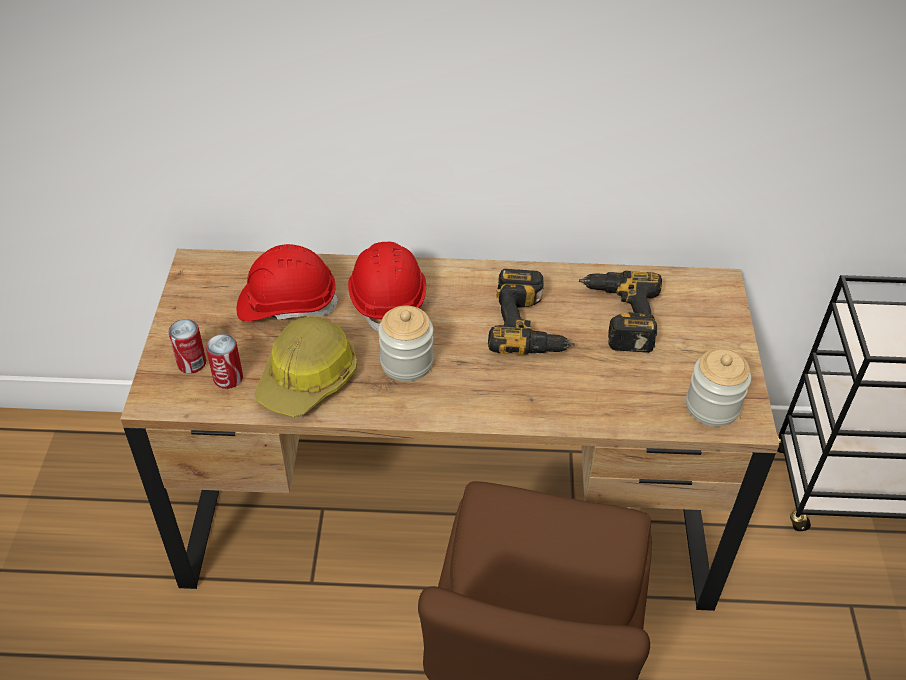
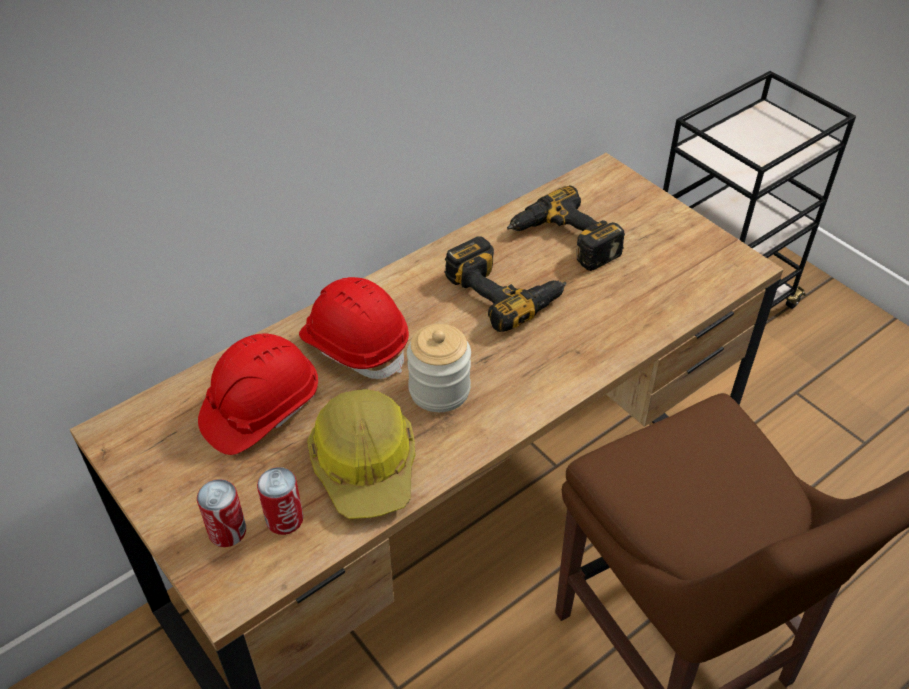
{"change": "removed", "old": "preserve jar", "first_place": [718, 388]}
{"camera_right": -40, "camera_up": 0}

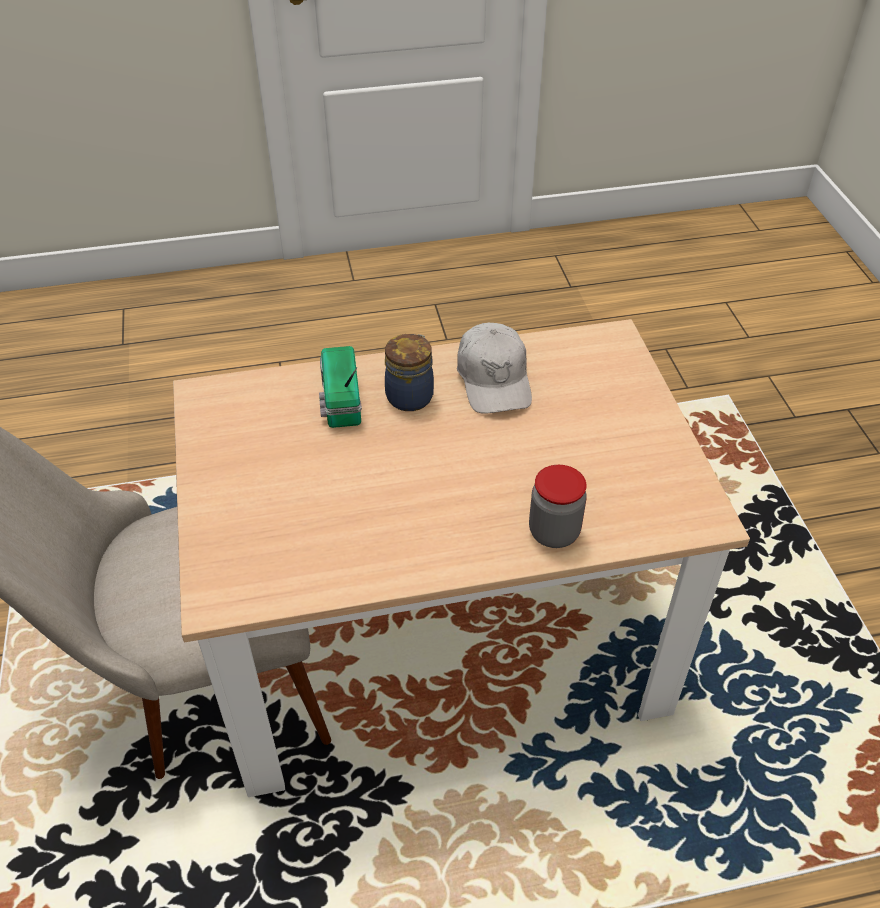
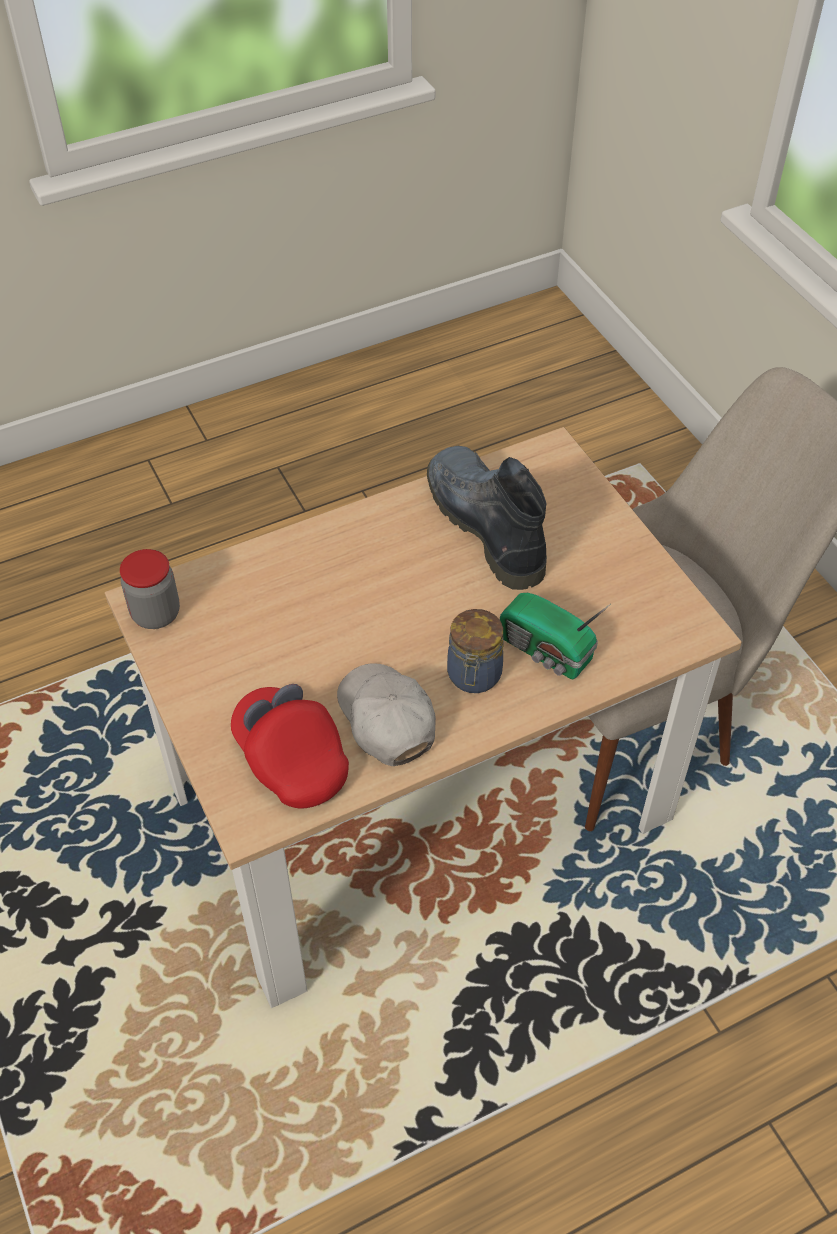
{"change": "turned", "old": "radio set", "first_place": [340, 387], "second_place": [555, 636], "degrees": 150}
{"change": "moved", "old": "preserve jar", "first_place": [558, 506], "second_place": [150, 589]}
{"change": "added", "new": "red-coloured peaked cap", "second_place": [290, 746]}
{"change": "added", "new": "boot", "second_place": [487, 518]}
{"camera_right": 165, "camera_up": 5}

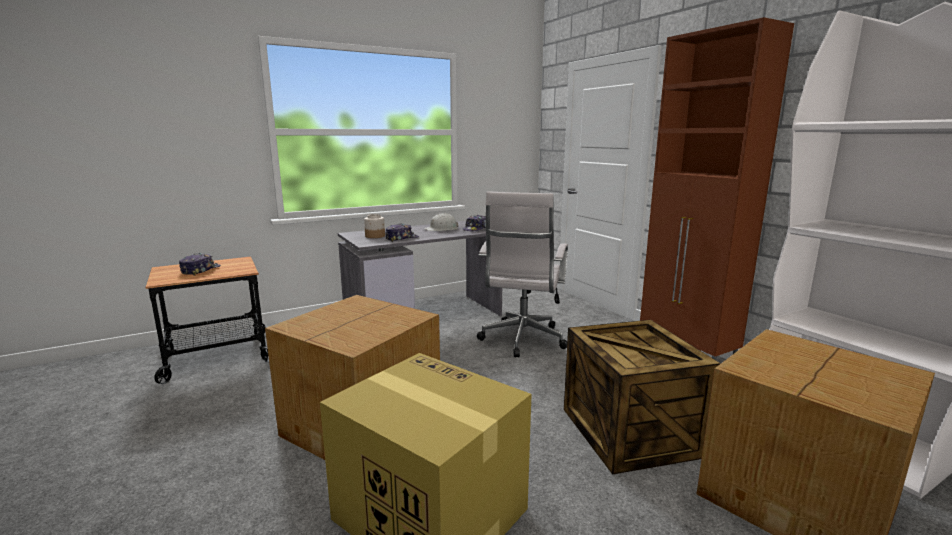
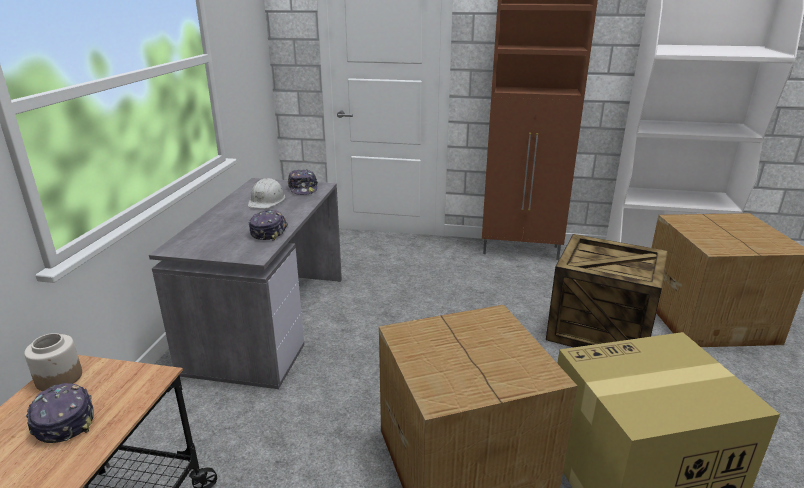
{"change": "moved", "old": "preserve jar", "first_place": [374, 226], "second_place": [53, 362]}
{"change": "removed", "old": "whitish office chair", "first_place": [522, 274]}
{"camera_right": -50, "camera_up": 10}

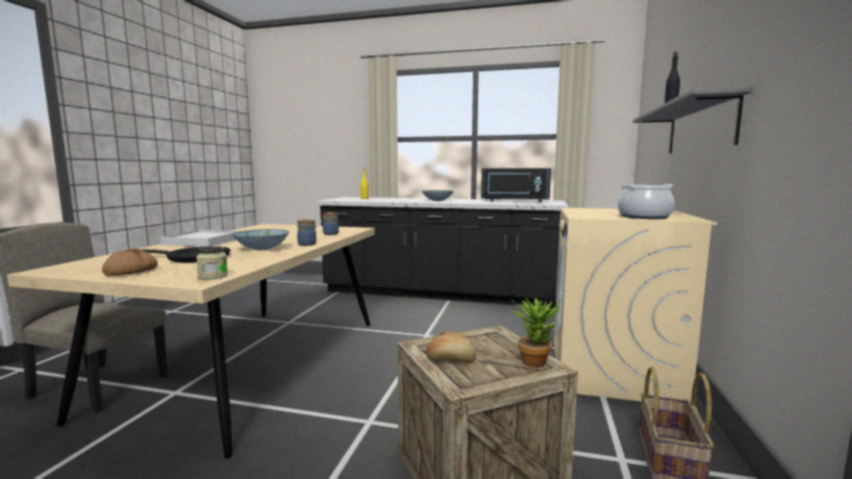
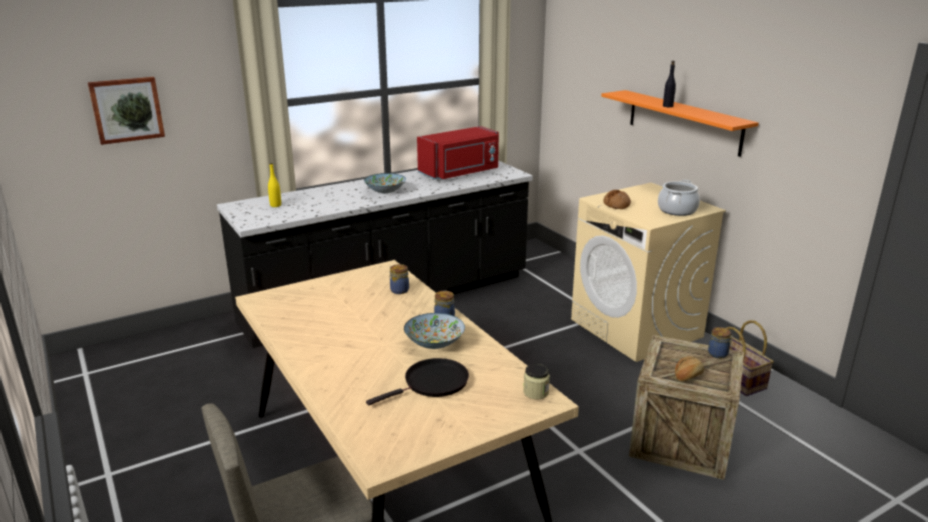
{"change": "moved", "old": "bakery bread", "first_place": [130, 262], "second_place": [617, 199]}
{"change": "removed", "old": "whitish serving tray", "first_place": [201, 238]}
{"change": "recoloured", "old": "blackish microwave oven", "new": "red-coloured microwave oven", "first_place": [516, 185], "second_place": [458, 153]}
{"change": "replaced", "old": "plant in a pot", "new": "preserve jar", "first_place": [535, 333], "second_place": [720, 342]}
{"change": "recoloured", "old": "greyish bracket shelf", "new": "orange-coloured bracket shelf", "first_place": [693, 119], "second_place": [680, 123]}
{"change": "added", "new": "picture", "second_place": [126, 111]}
{"camera_right": -45, "camera_up": 15}

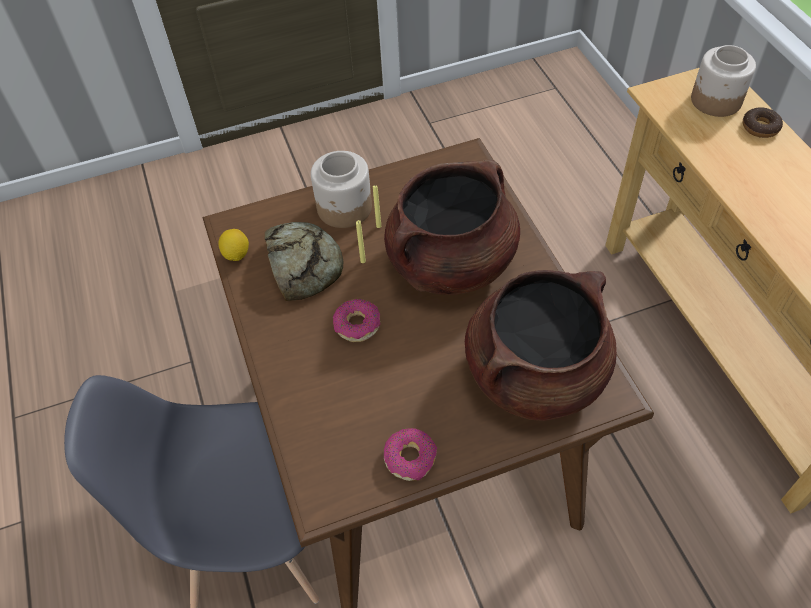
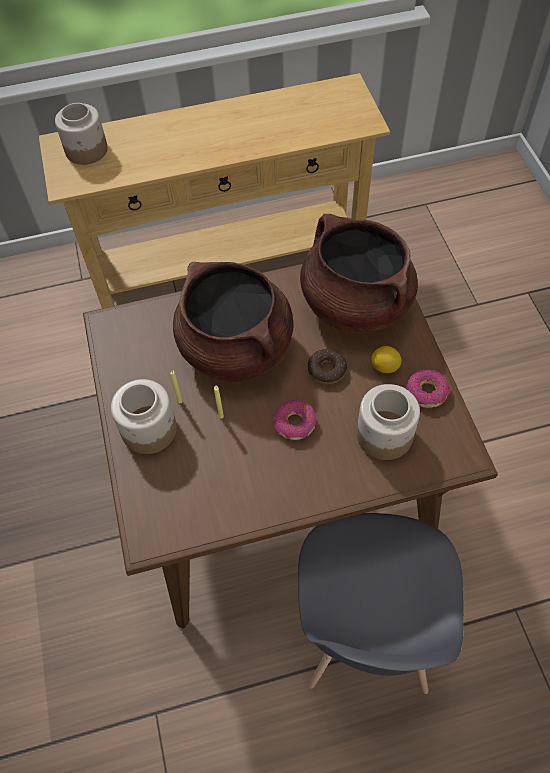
{"change": "moved", "old": "whole lemon", "first_place": [233, 245], "second_place": [386, 359]}
{"change": "removed", "old": "bakery bread", "first_place": [304, 261]}
{"change": "moved", "old": "donut", "first_place": [763, 122], "second_place": [327, 366]}
{"change": "added", "new": "preserve jar", "second_place": [388, 422]}
{"camera_right": -85, "camera_up": 5}

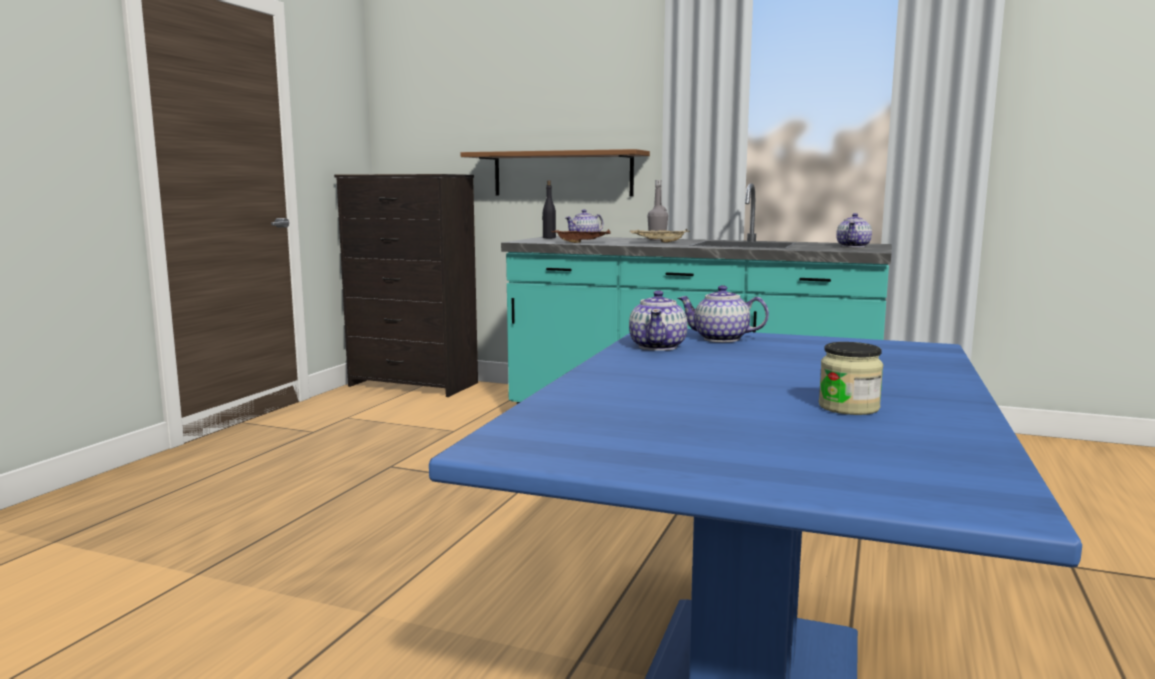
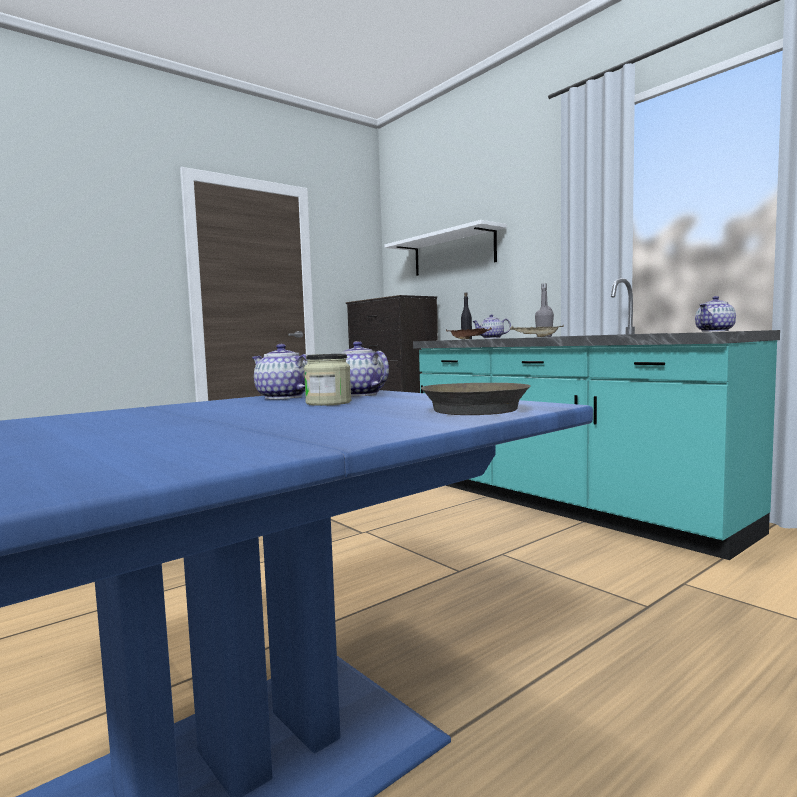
{"change": "removed", "old": "brown bracket shelf", "first_place": [555, 172]}
{"change": "turned", "old": "tea pot", "first_place": [658, 320], "second_place": [279, 371], "degrees": 90}
{"change": "moved", "old": "preserve jar", "first_place": [851, 378], "second_place": [327, 380]}
{"change": "added", "new": "whitish bracket shelf", "second_place": [446, 248]}
{"change": "added", "new": "brown frying pan", "second_place": [476, 399]}
{"camera_right": 30, "camera_up": -5}

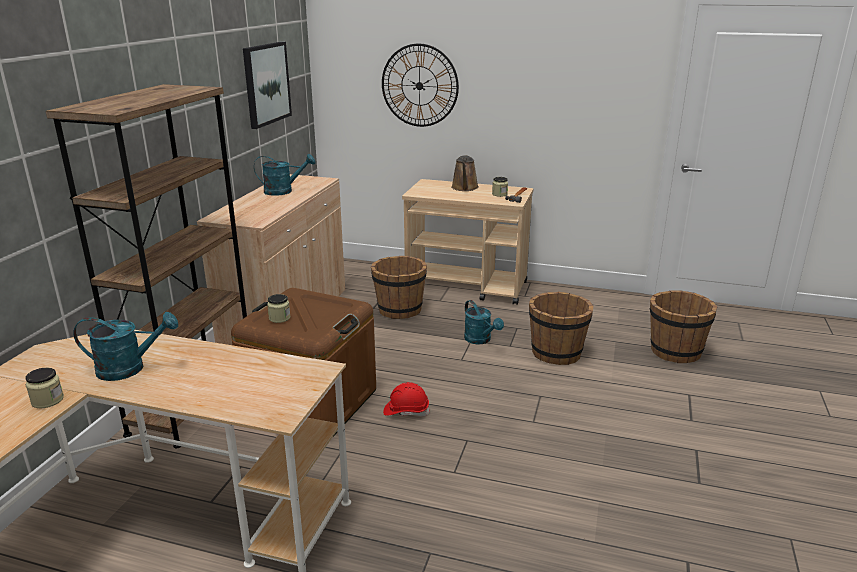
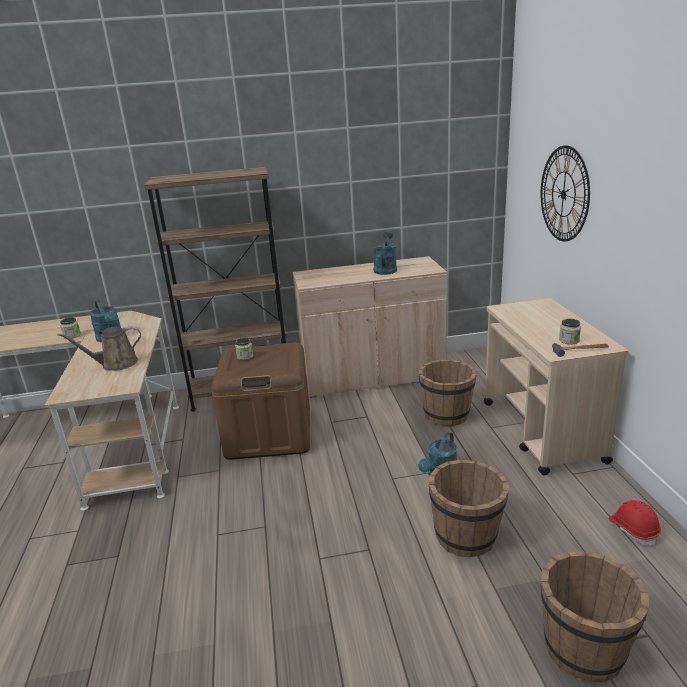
{"change": "removed", "old": "picture", "first_place": [267, 85]}
{"change": "turned", "old": "blue-green watering can", "first_place": [285, 175], "second_place": [385, 253], "degrees": -135}
{"change": "moved", "old": "red-coloured safety helmet", "first_place": [406, 399], "second_place": [634, 523]}
{"change": "moved", "old": "brown watering can", "first_place": [465, 173], "second_place": [99, 348]}
{"camera_right": 65, "camera_up": 0}

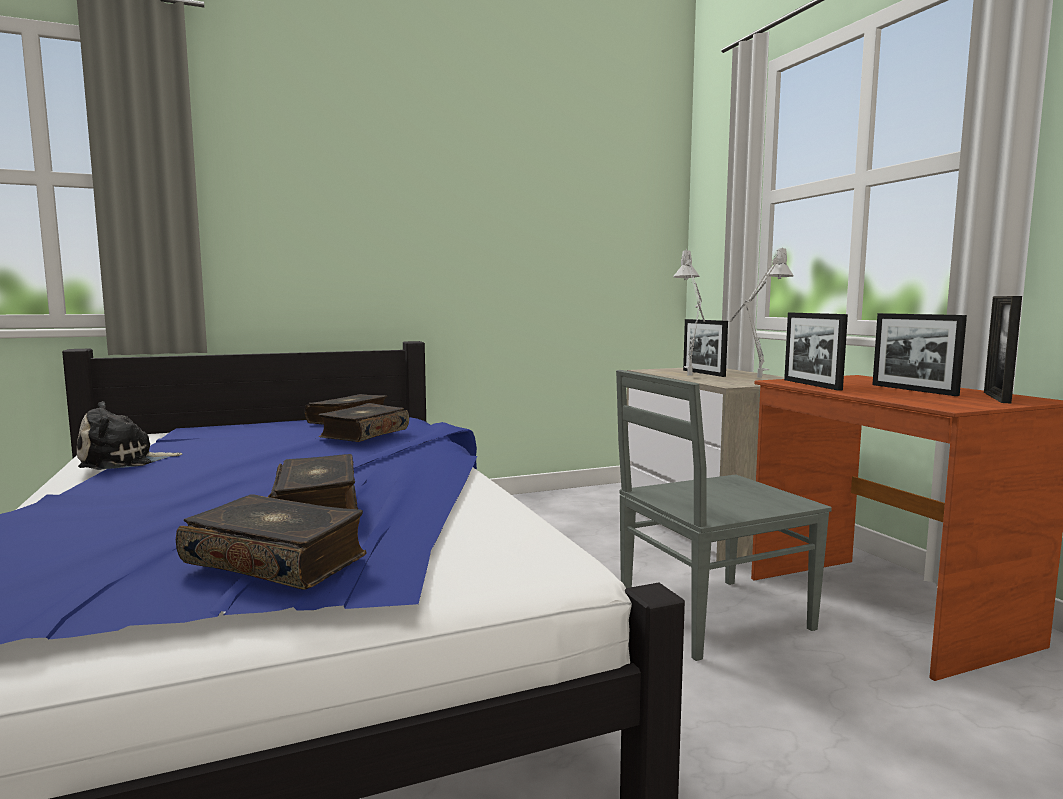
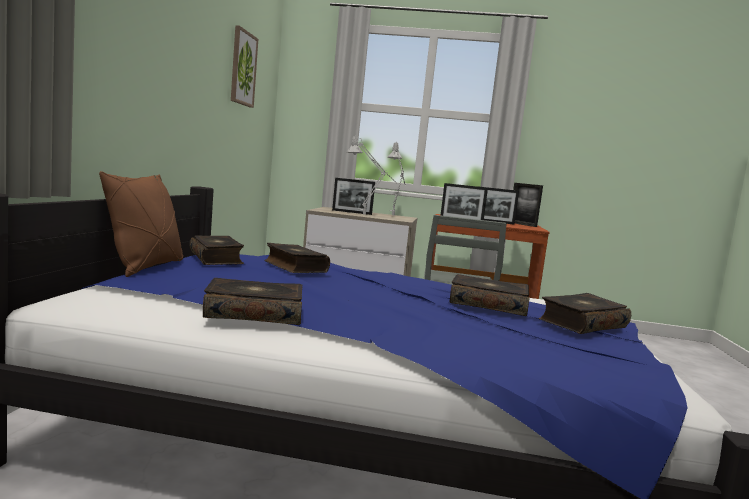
{"change": "replaced", "old": "cuddly toy", "new": "volume", "first_place": [129, 435], "second_place": [252, 301]}
{"change": "added", "new": "brown pillow", "second_place": [141, 224]}
{"change": "added", "new": "picture", "second_place": [244, 66]}
{"camera_right": -60, "camera_up": 0}

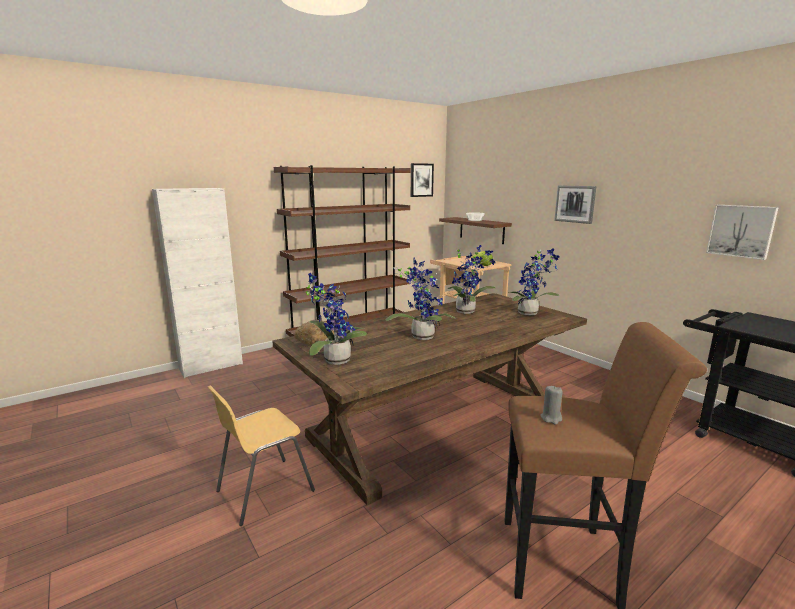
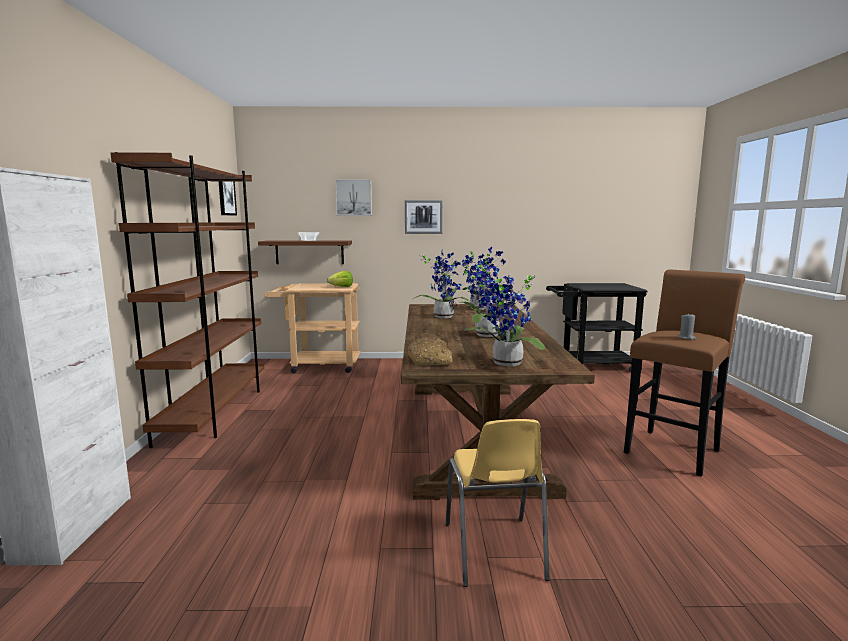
{"change": "moved", "old": "picture", "first_place": [742, 232], "second_place": [353, 197]}
{"camera_right": -55, "camera_up": -5}

